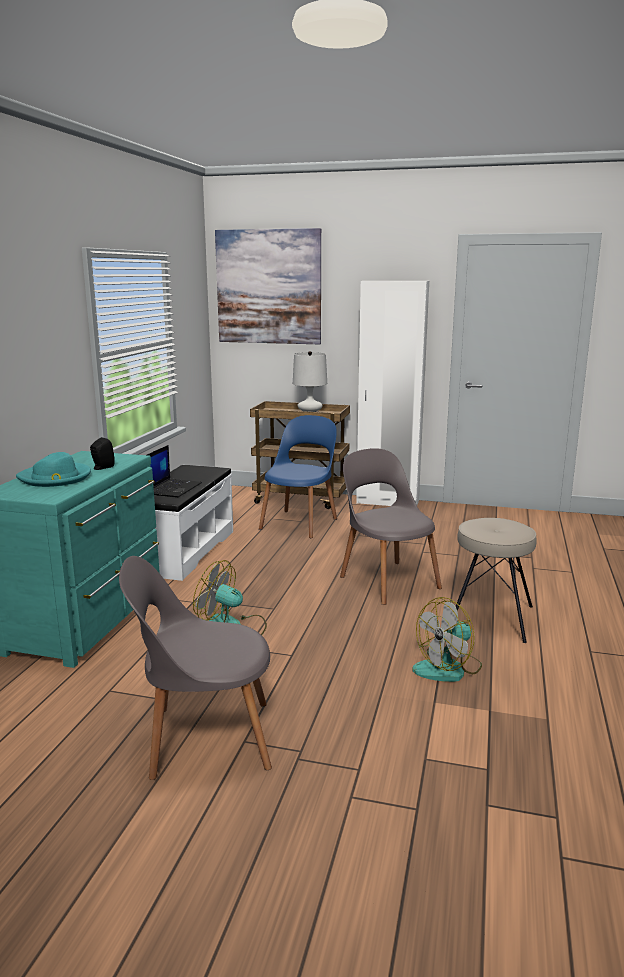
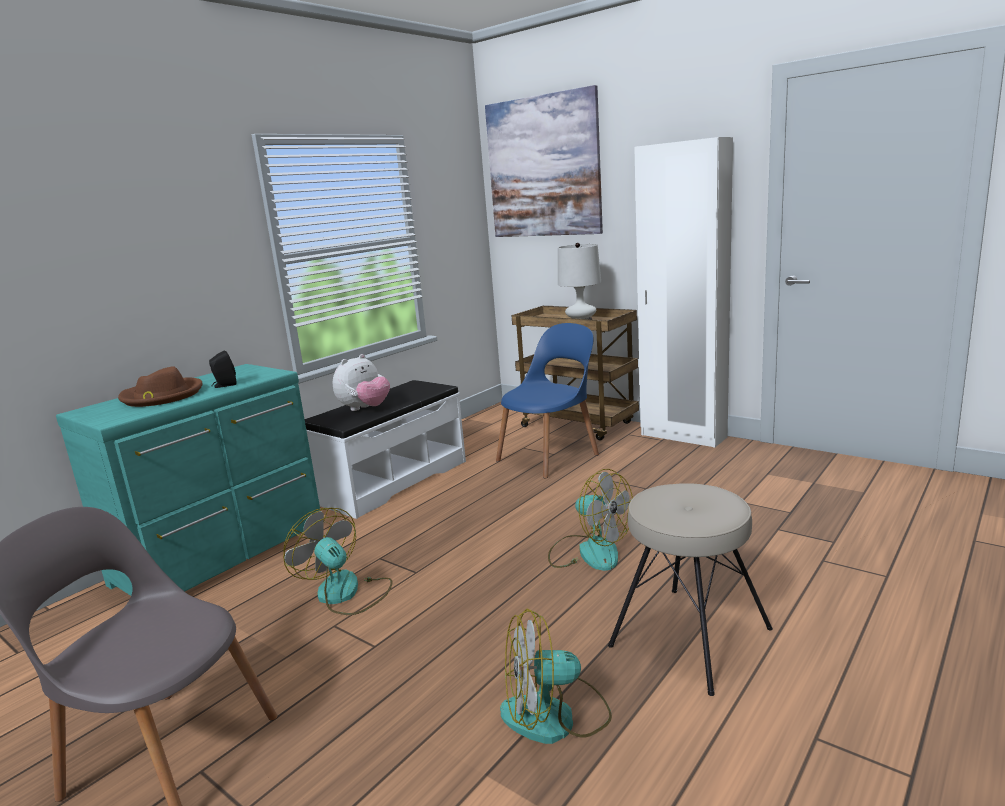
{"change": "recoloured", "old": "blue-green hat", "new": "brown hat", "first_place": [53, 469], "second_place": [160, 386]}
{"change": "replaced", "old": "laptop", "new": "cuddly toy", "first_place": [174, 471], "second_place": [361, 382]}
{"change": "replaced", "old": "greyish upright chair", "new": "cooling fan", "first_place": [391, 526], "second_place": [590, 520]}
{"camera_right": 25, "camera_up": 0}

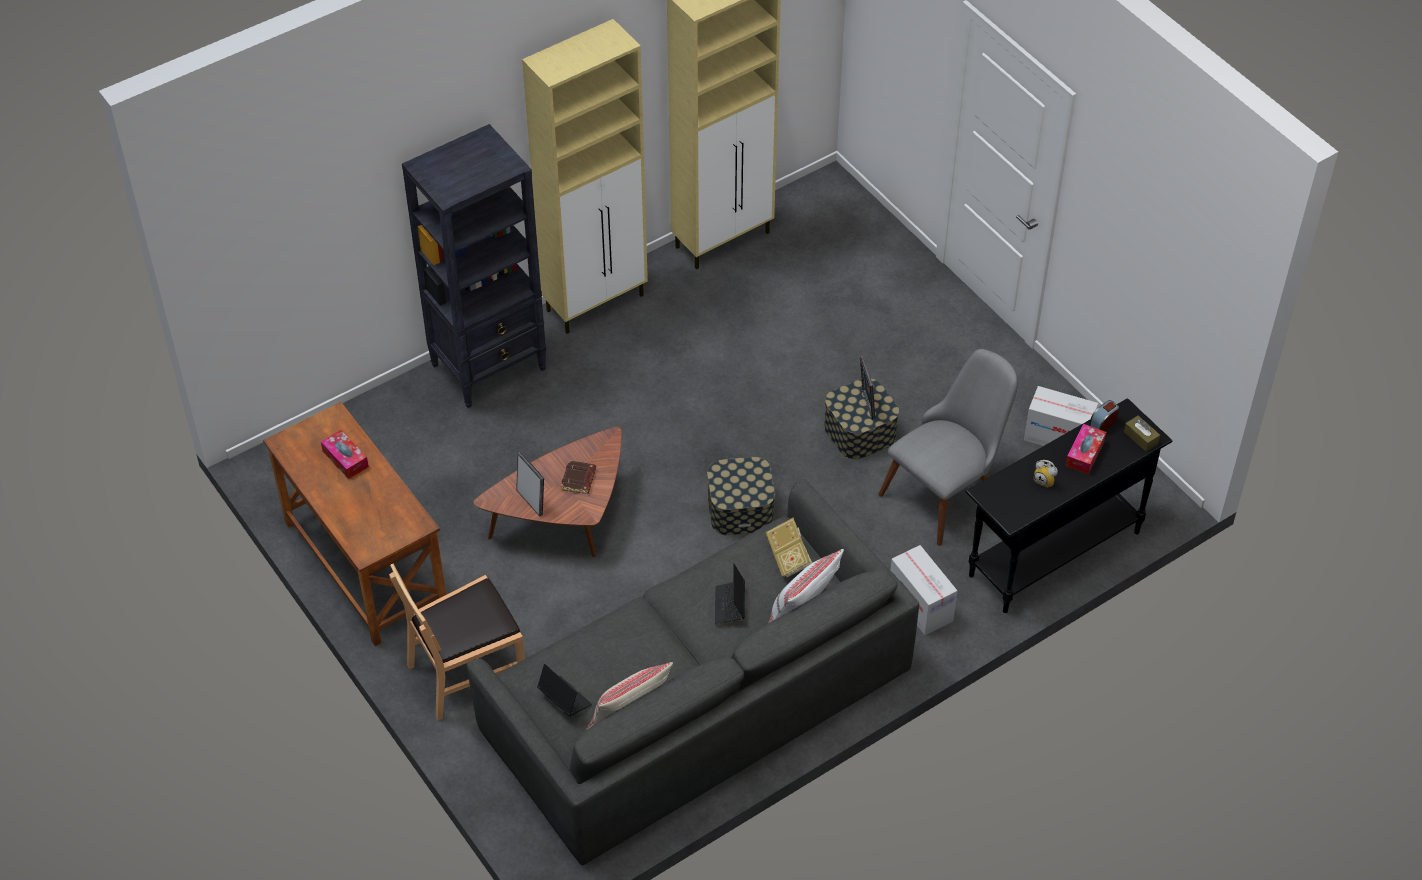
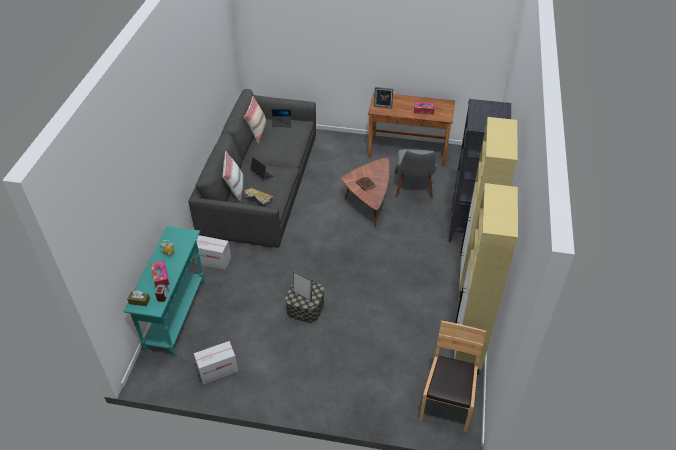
{"change": "moved", "old": "brown upright chair", "first_place": [457, 642], "second_place": [453, 376]}
{"change": "moved", "old": "photo frame", "first_place": [530, 484], "second_place": [383, 97]}
{"change": "removed", "old": "storage bin", "first_place": [741, 496]}
{"change": "moved", "old": "greyish upright chair", "first_place": [948, 447], "second_place": [416, 174]}
{"change": "recoloured", "old": "blackish narrow table", "new": "blue-green narrow table", "first_place": [1068, 505], "second_place": [164, 291]}
{"camera_right": 135, "camera_up": -5}

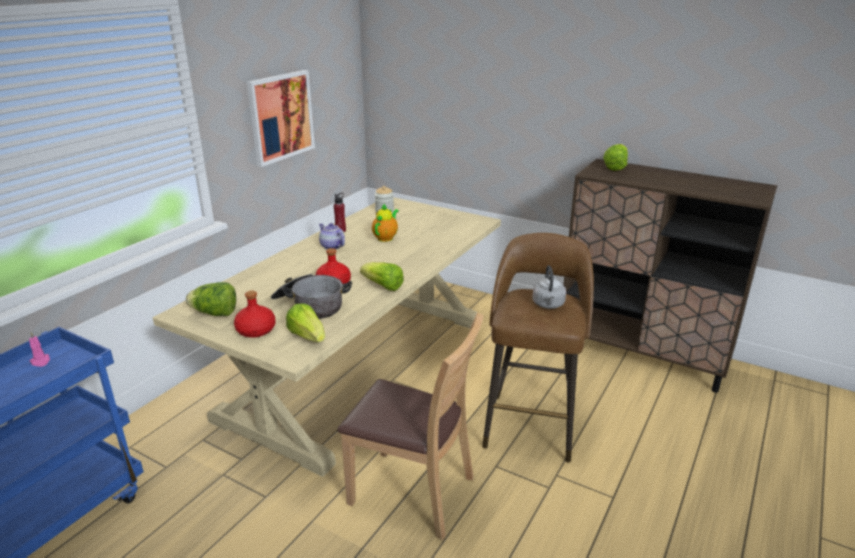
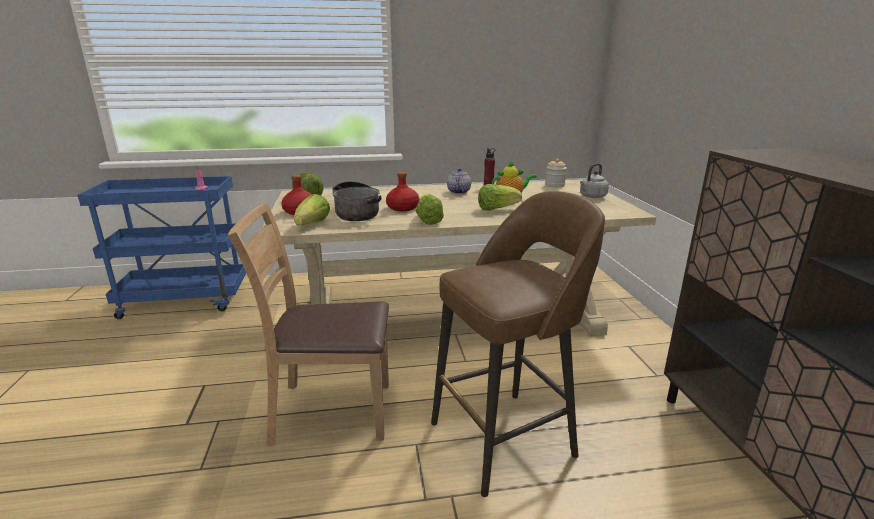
{"change": "removed", "old": "picture", "first_place": [281, 118]}
{"change": "turned", "old": "brown upright chair", "first_place": [410, 426], "second_place": [308, 324], "degrees": 105}
{"change": "moved", "old": "greyish tea kettle", "first_place": [549, 287], "second_place": [594, 180]}
{"change": "moved", "old": "lettuce", "first_place": [615, 157], "second_place": [500, 197]}
{"camera_right": 50, "camera_up": -5}

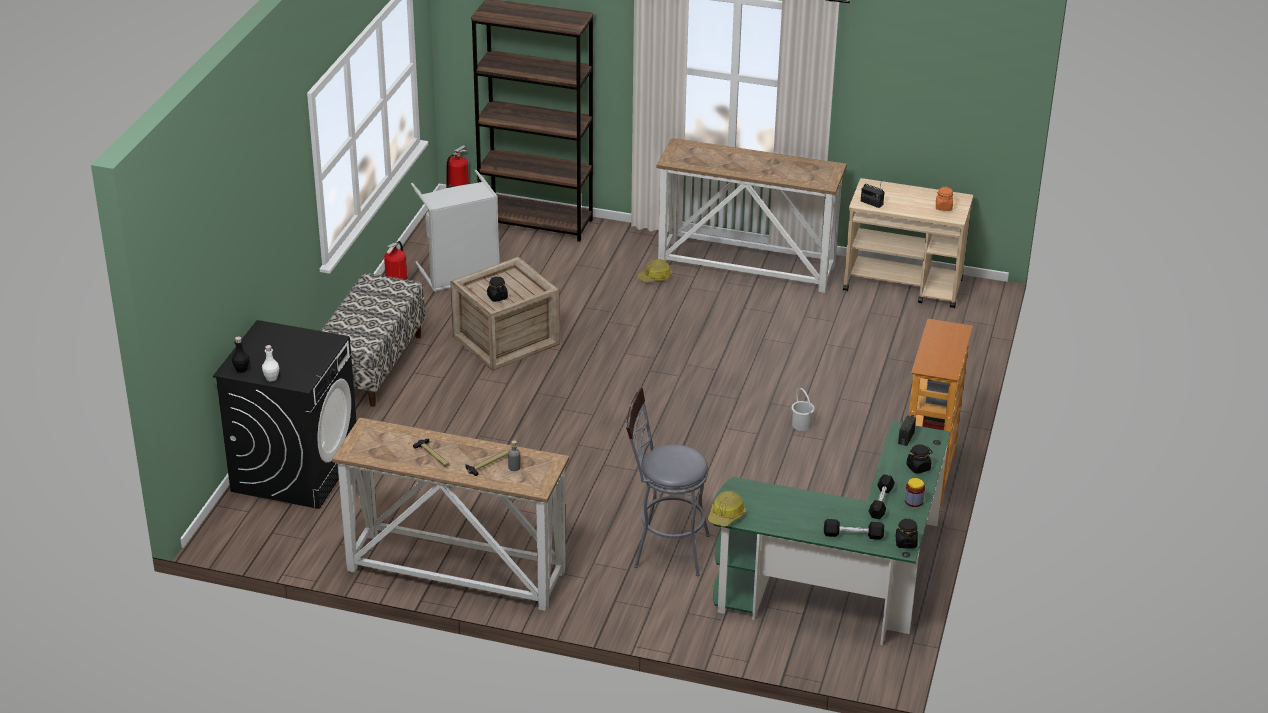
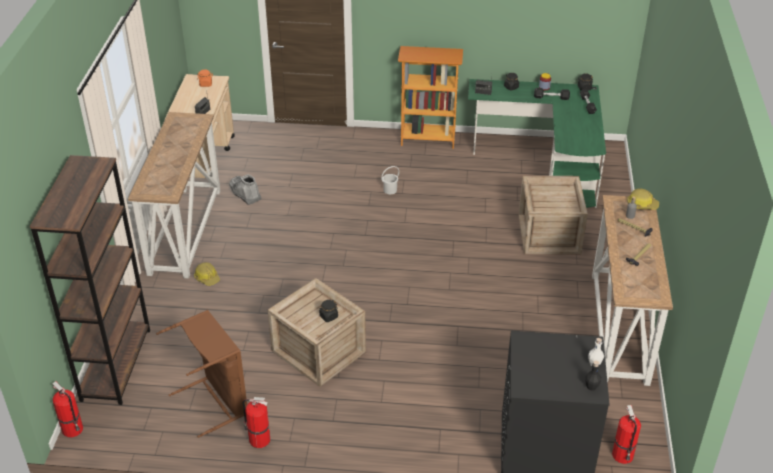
{"change": "removed", "old": "bench", "first_place": [373, 340]}
{"change": "recoloured", "old": "greyish washing basket", "new": "brown washing basket", "first_place": [455, 231], "second_place": [201, 374]}
{"change": "replaced", "old": "greyish stool", "new": "packing crate", "first_place": [668, 481], "second_place": [553, 215]}
{"change": "moved", "old": "safety helmet", "first_place": [727, 509], "second_place": [643, 199]}
{"change": "added", "new": "greyish boot", "second_place": [245, 189]}
{"change": "added", "new": "fire-fighting cylinder", "second_place": [626, 434]}
{"camera_right": -100, "camera_up": 5}

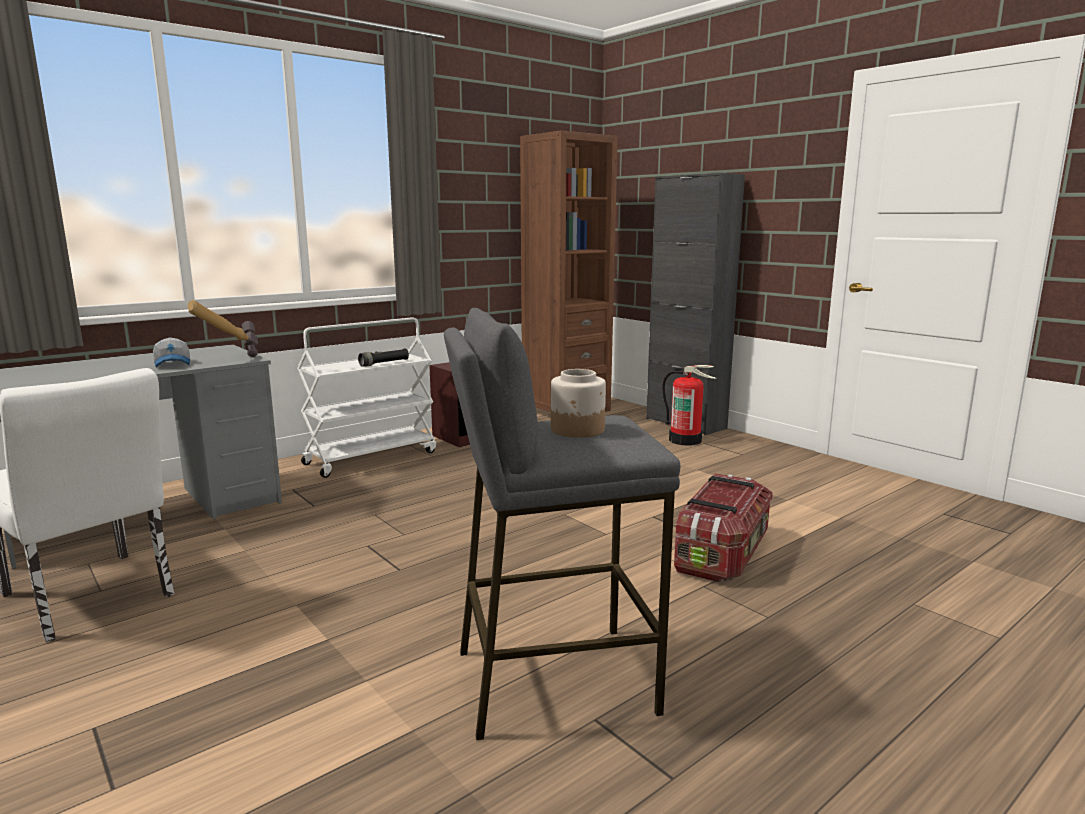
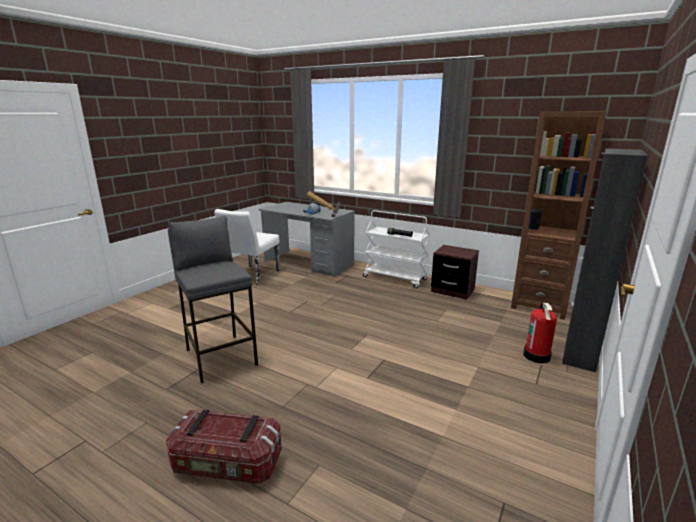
{"change": "removed", "old": "preserve jar", "first_place": [578, 403]}
{"change": "moved", "old": "storage bin", "first_place": [723, 527], "second_place": [224, 447]}
{"camera_right": 70, "camera_up": 5}

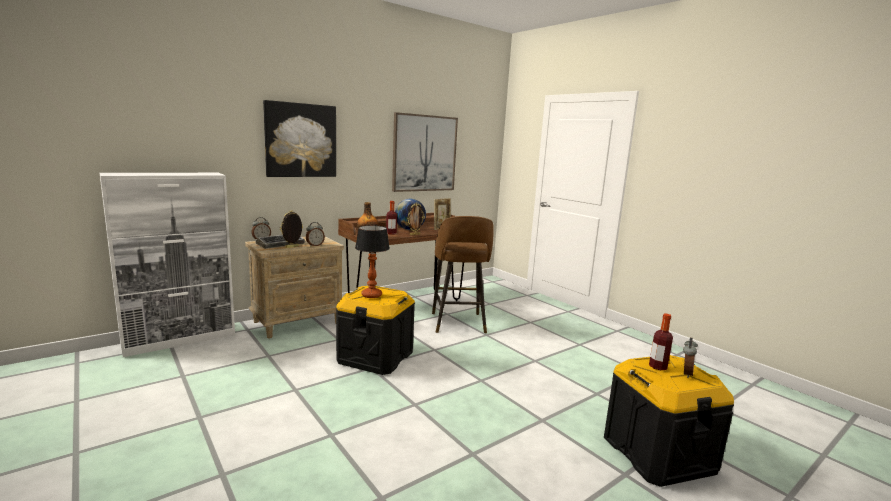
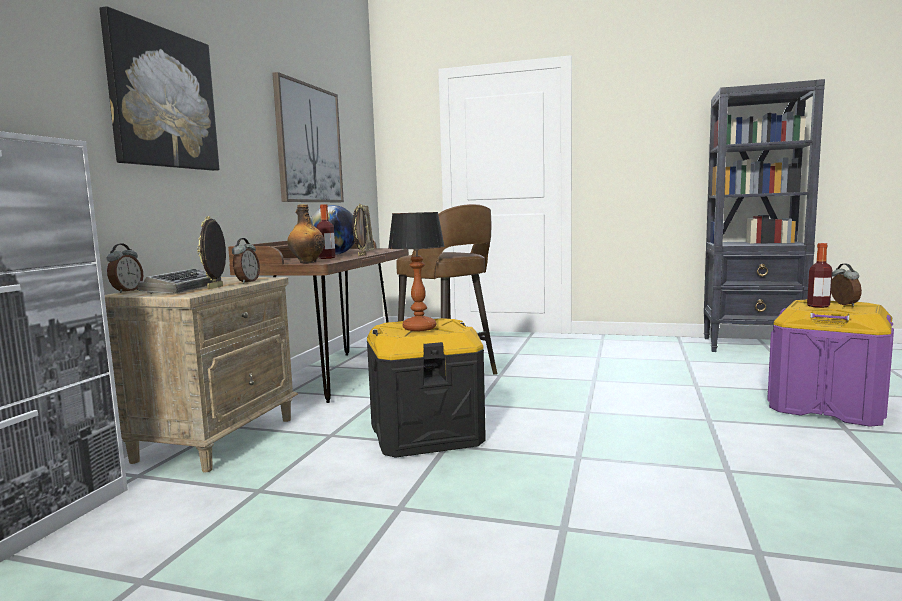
{"change": "recoloured", "old": "blackish storage bin", "new": "purple-coloured storage bin", "first_place": [669, 421], "second_place": [830, 363]}
{"change": "added", "new": "blackish bookshelf", "second_place": [764, 215]}
{"camera_right": -35, "camera_up": -5}

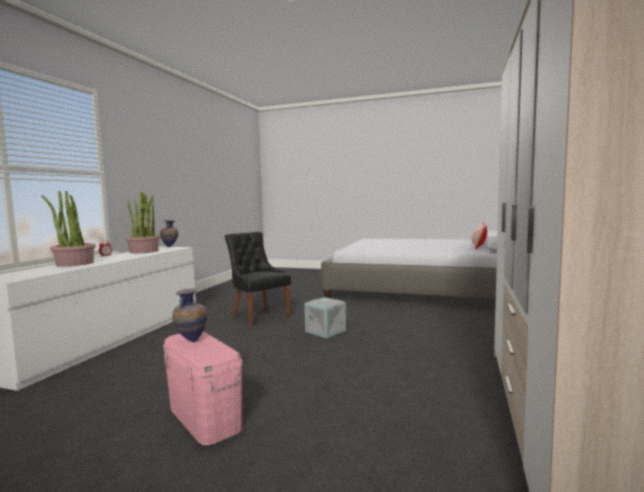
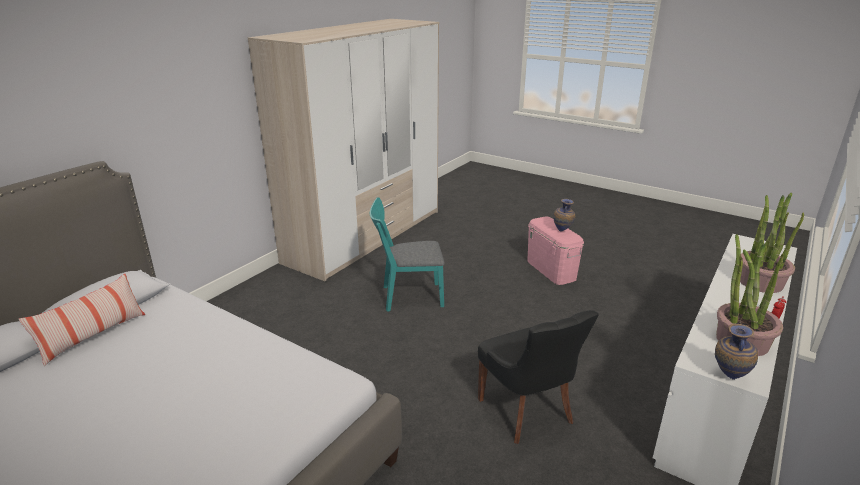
{"change": "removed", "old": "greyish storage bin", "first_place": [325, 317]}
{"change": "added", "new": "blue-green upright chair", "second_place": [407, 254]}
{"camera_right": -165, "camera_up": 20}

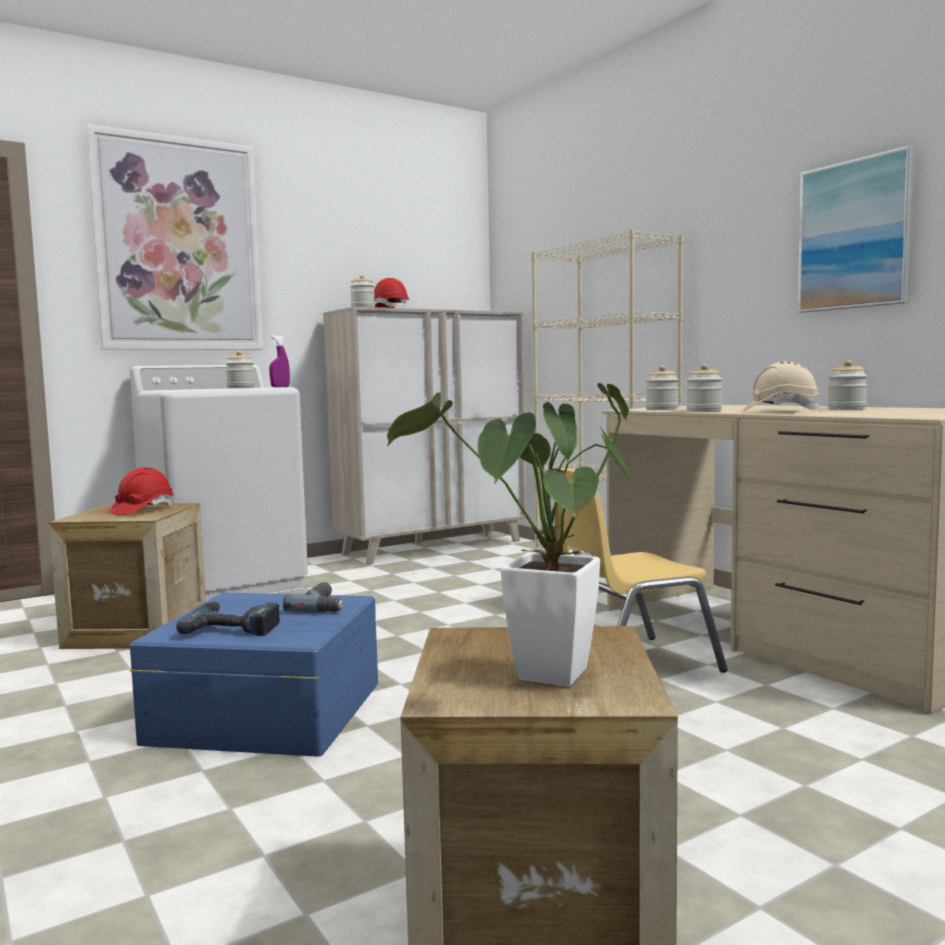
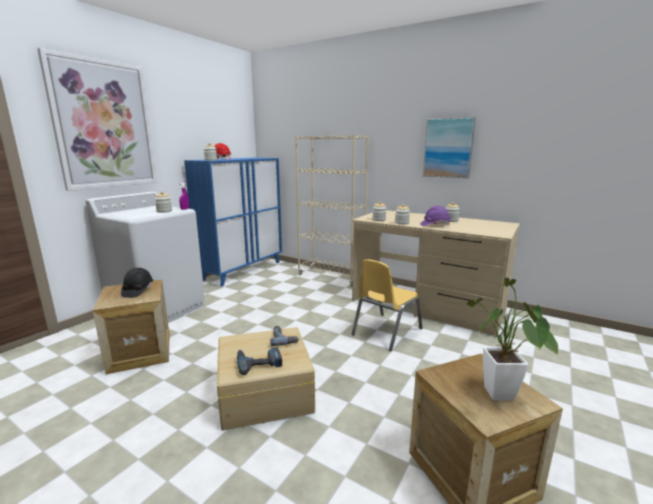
{"change": "recoloured", "old": "red-coloured safety helmet", "new": "blackish safety helmet", "first_place": [141, 491], "second_place": [137, 283]}
{"change": "recoloured", "old": "blue storage bin", "new": "sand-coloured storage bin", "first_place": [254, 675], "second_place": [266, 379]}
{"change": "recoloured", "old": "sand-coloured cupboard", "new": "blue cupboard", "first_place": [425, 436], "second_place": [233, 222]}
{"change": "recoloured", "old": "sand-coloured safety helmet", "new": "purple-coloured safety helmet", "first_place": [781, 386], "second_place": [435, 216]}
{"camera_right": -25, "camera_up": 10}

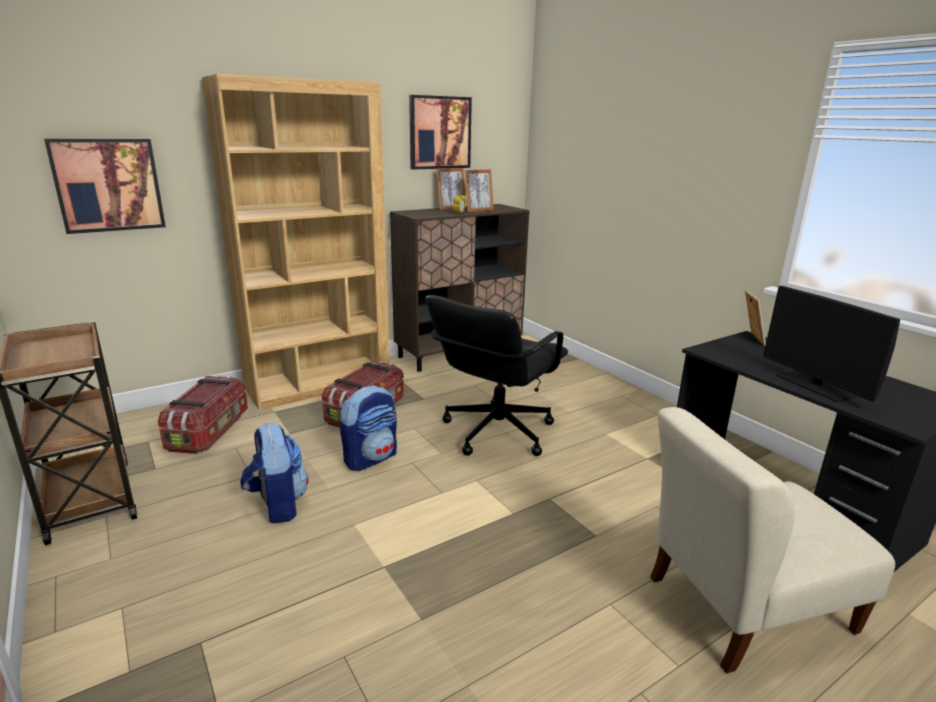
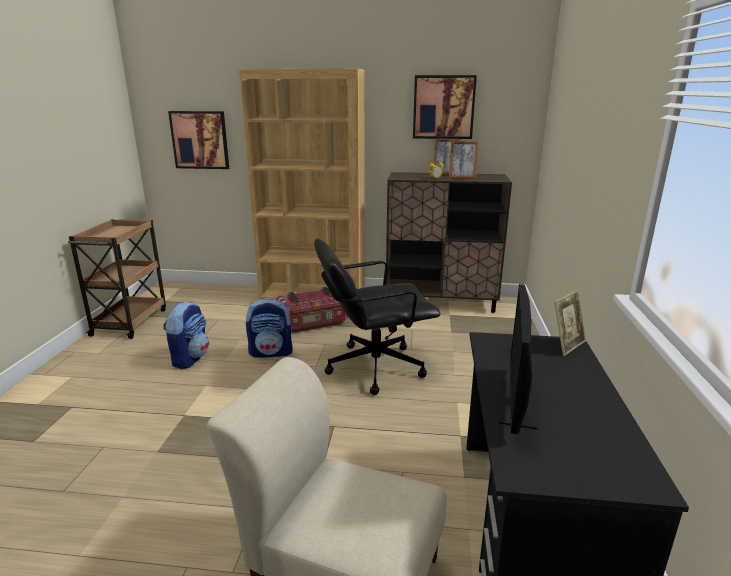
{"change": "removed", "old": "storage bin", "first_place": [203, 414]}
{"camera_right": 40, "camera_up": 0}

